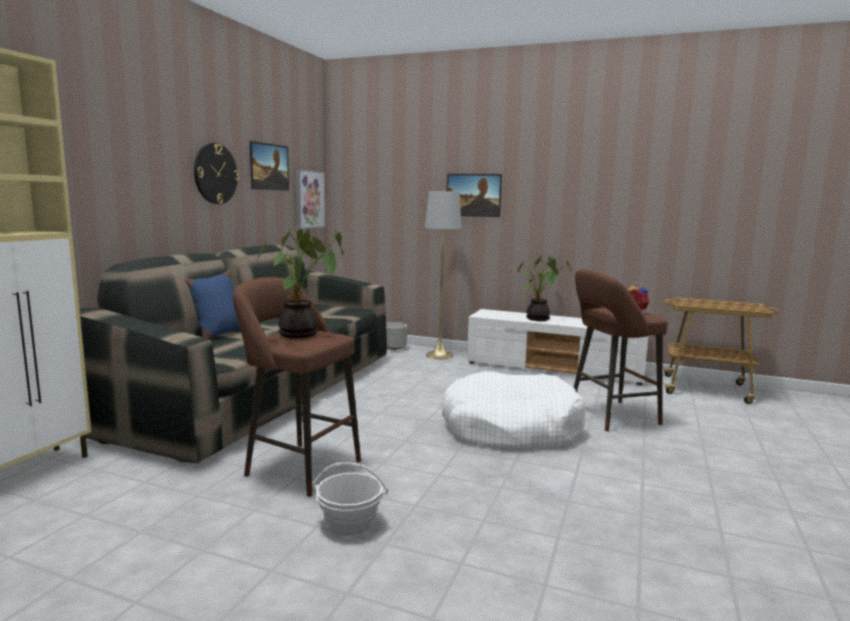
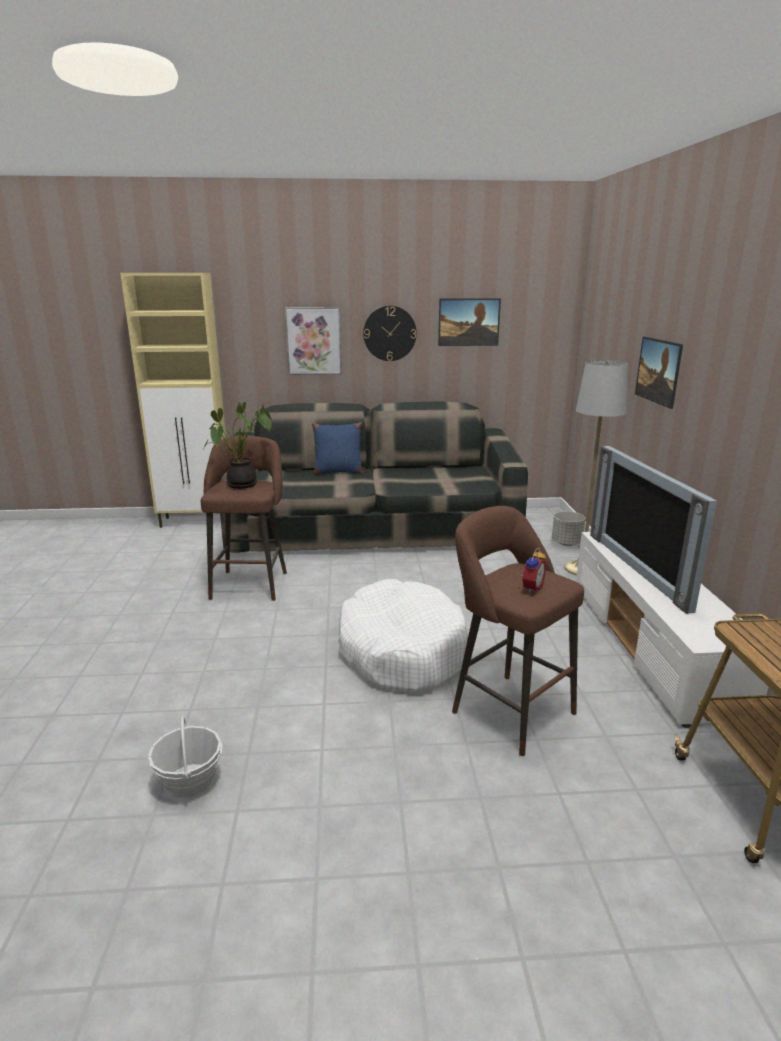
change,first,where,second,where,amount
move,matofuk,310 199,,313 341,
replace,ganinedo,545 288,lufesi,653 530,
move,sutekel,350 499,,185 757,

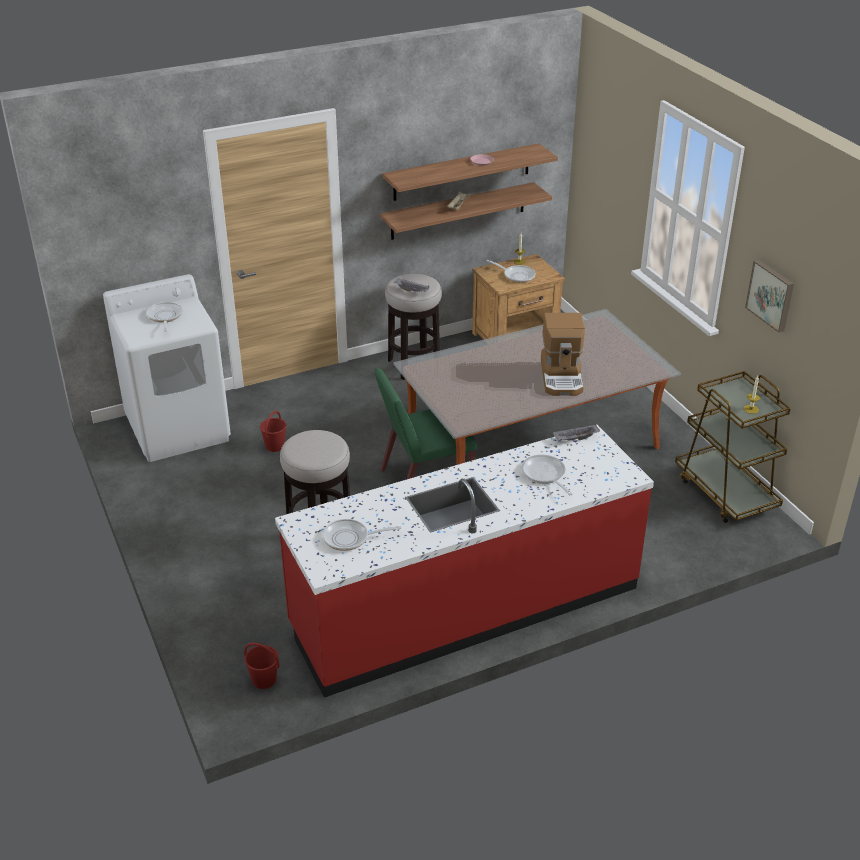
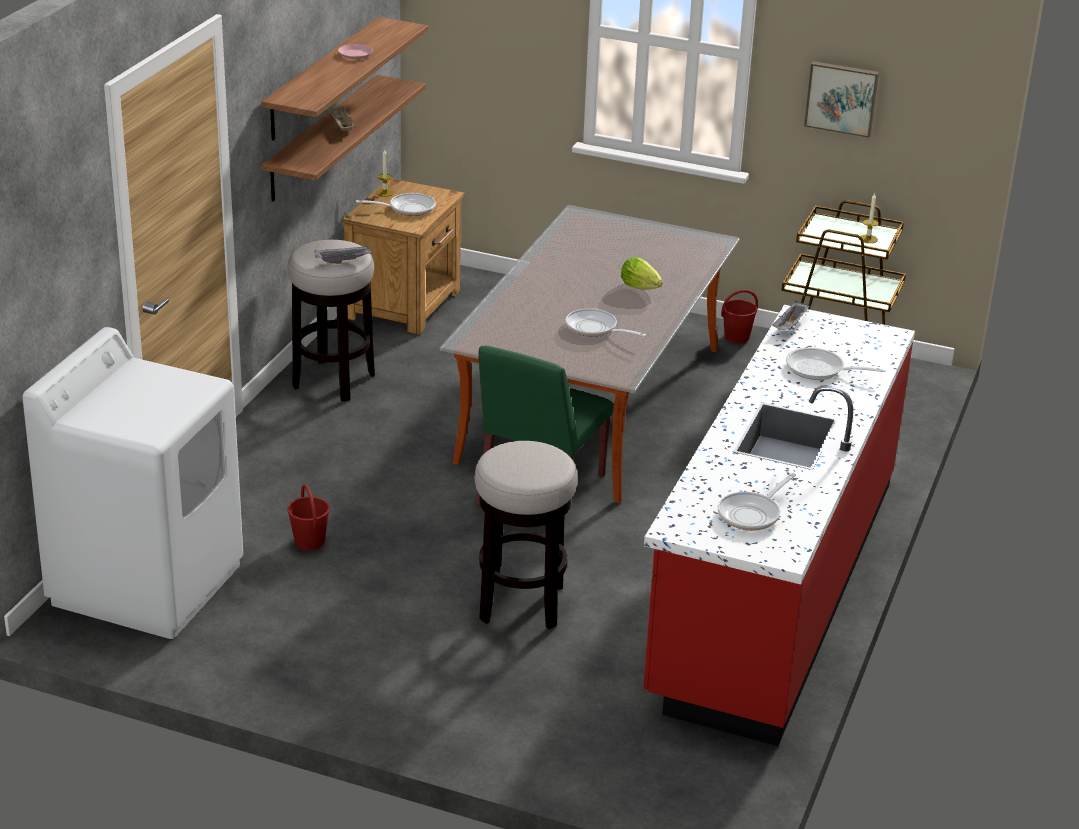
change,first,where,second,where,amount
move,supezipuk,164 317,,606 322,
replace,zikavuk,563 354,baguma,642 273,
move,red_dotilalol,262 666,,739 316,

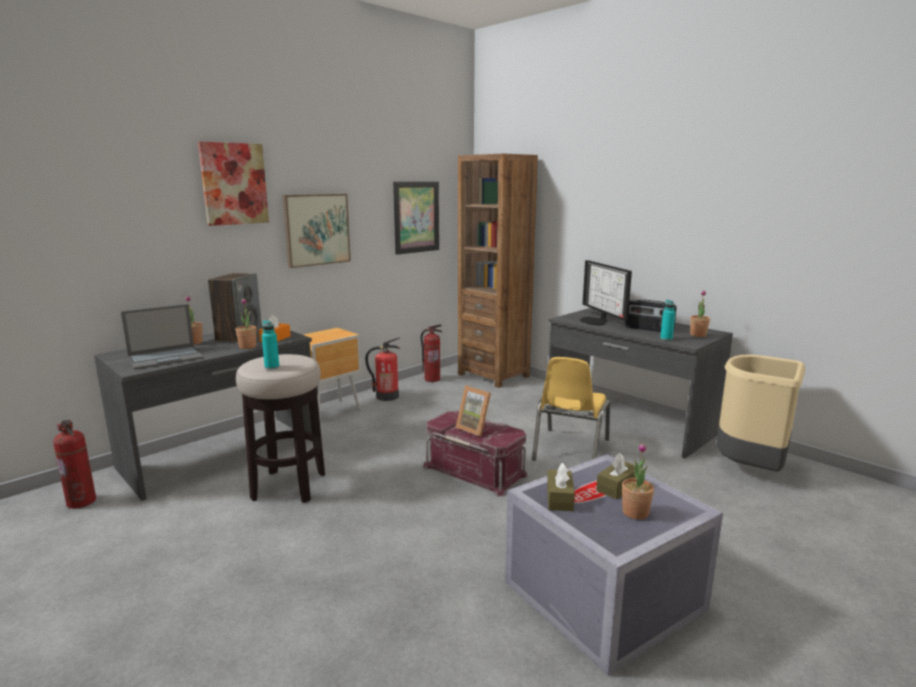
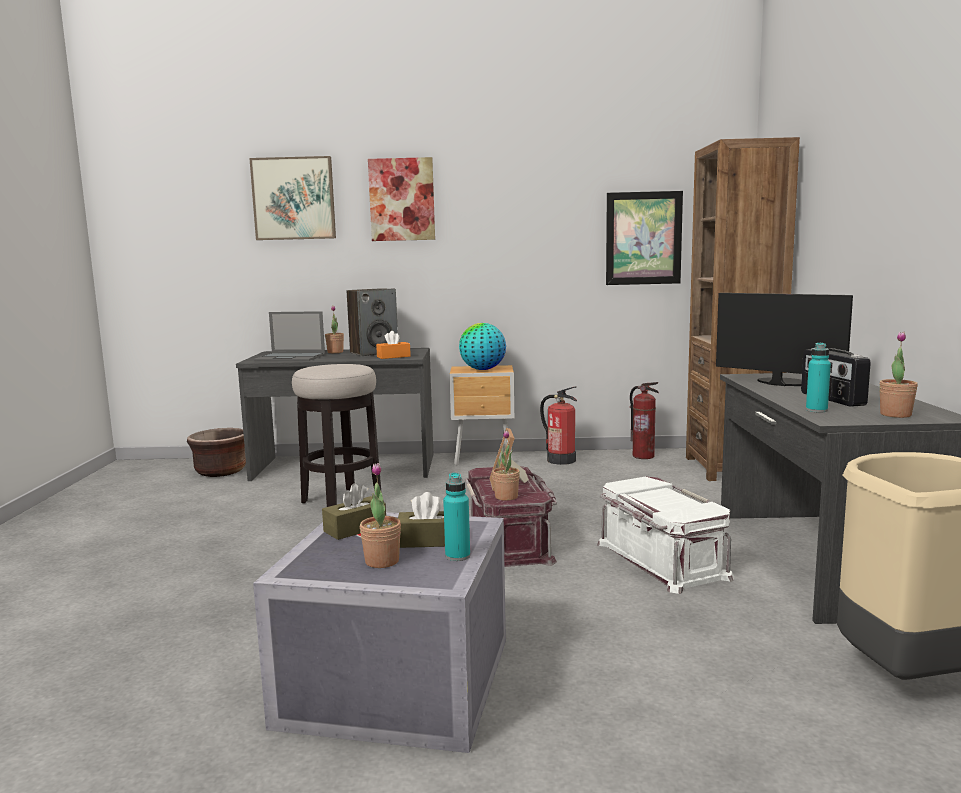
change,first,where,second,where,amount
move,matofuk,316 231,,292 198,
rotate,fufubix,606 292,,784 339,105 degrees clockwise
move,ganinedo,246 323,,506 465,
move,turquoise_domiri,270 345,,456 516,
replace,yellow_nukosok,571 409,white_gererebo,665 535,
replace,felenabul,74 464,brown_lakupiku,216 452,
insert,,,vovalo,482 346,

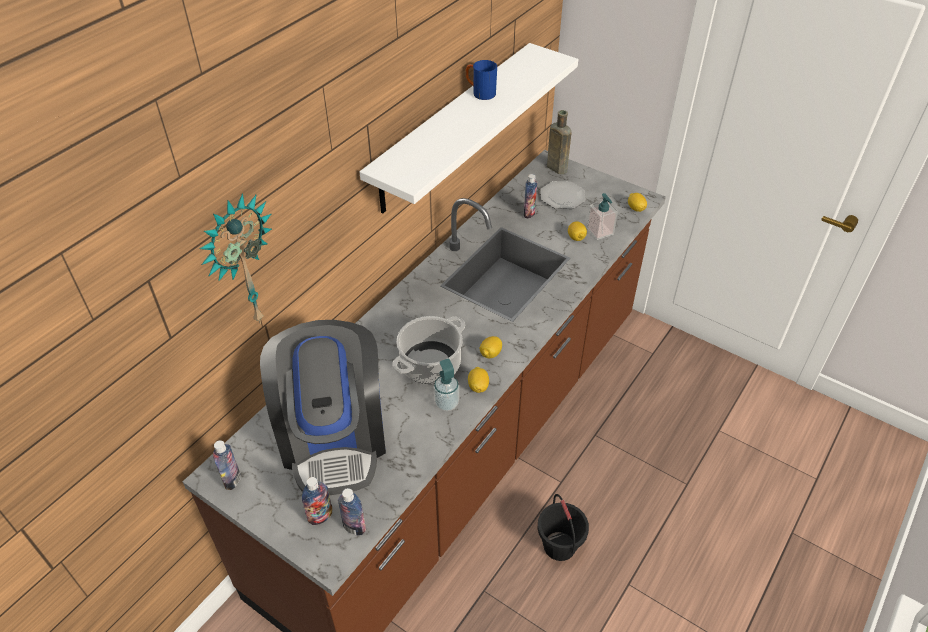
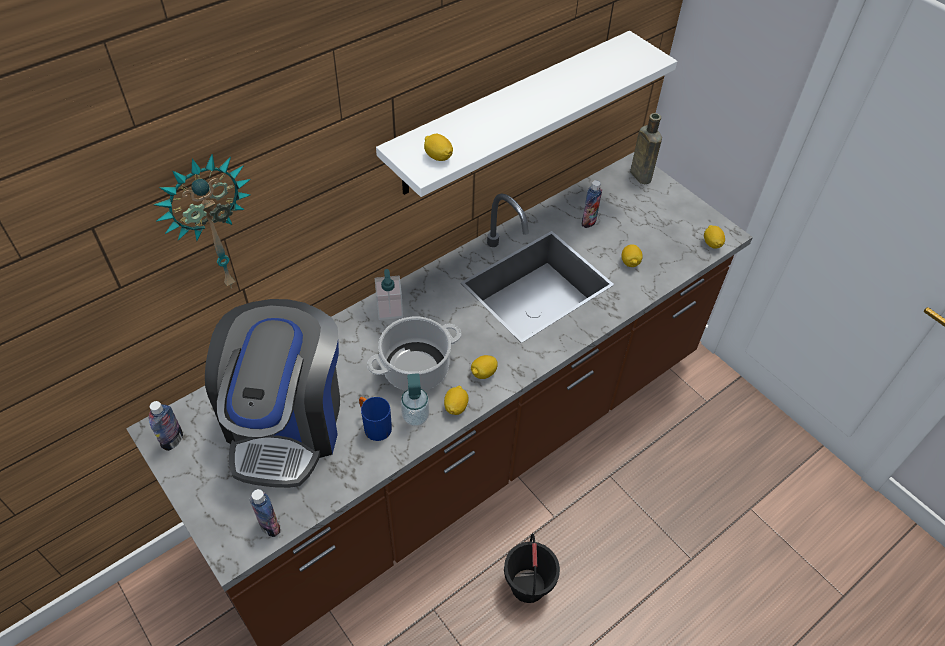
change,first,where,second,where,amount
move,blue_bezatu,481 80,,375 419,
delete,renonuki,563 195,,,
move,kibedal,602 216,,389 294,
delete,domiri,317 501,,,
insert,,,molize,438 147,

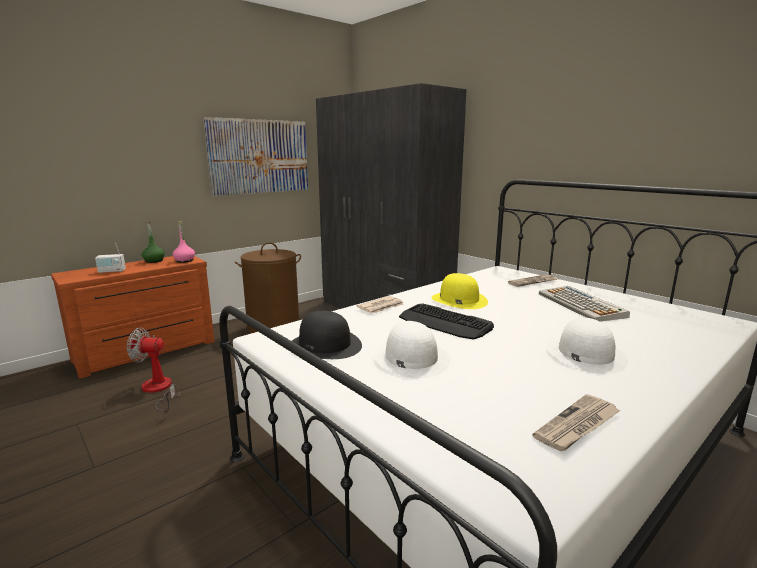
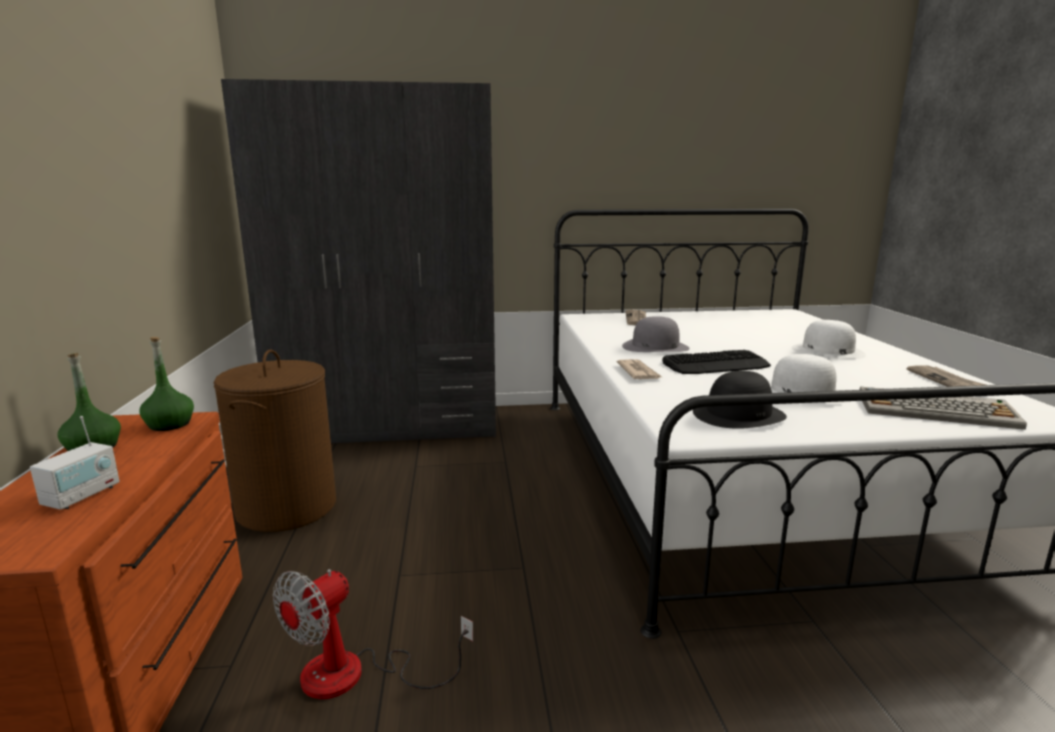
change,first,where,second,where,amount
delete,matofuk,256 156,,,
recolor,pink_domiri,184 242,green_domiri,167 384,
recolor,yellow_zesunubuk,459 291,grey_zesunubuk,655 334,
move,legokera,584 303,,943 408,

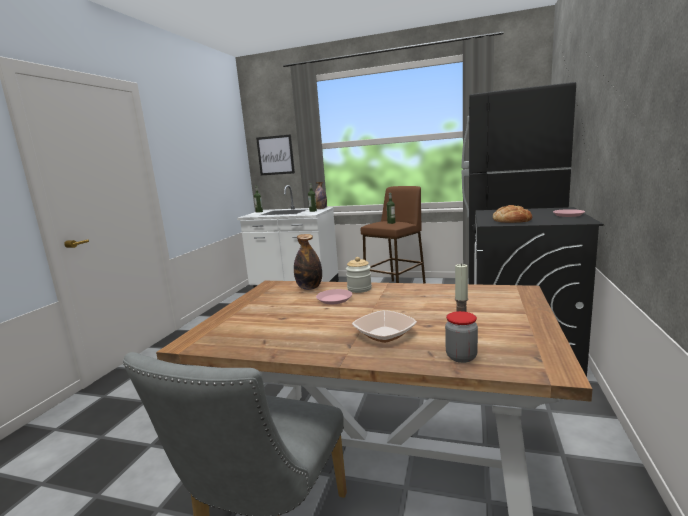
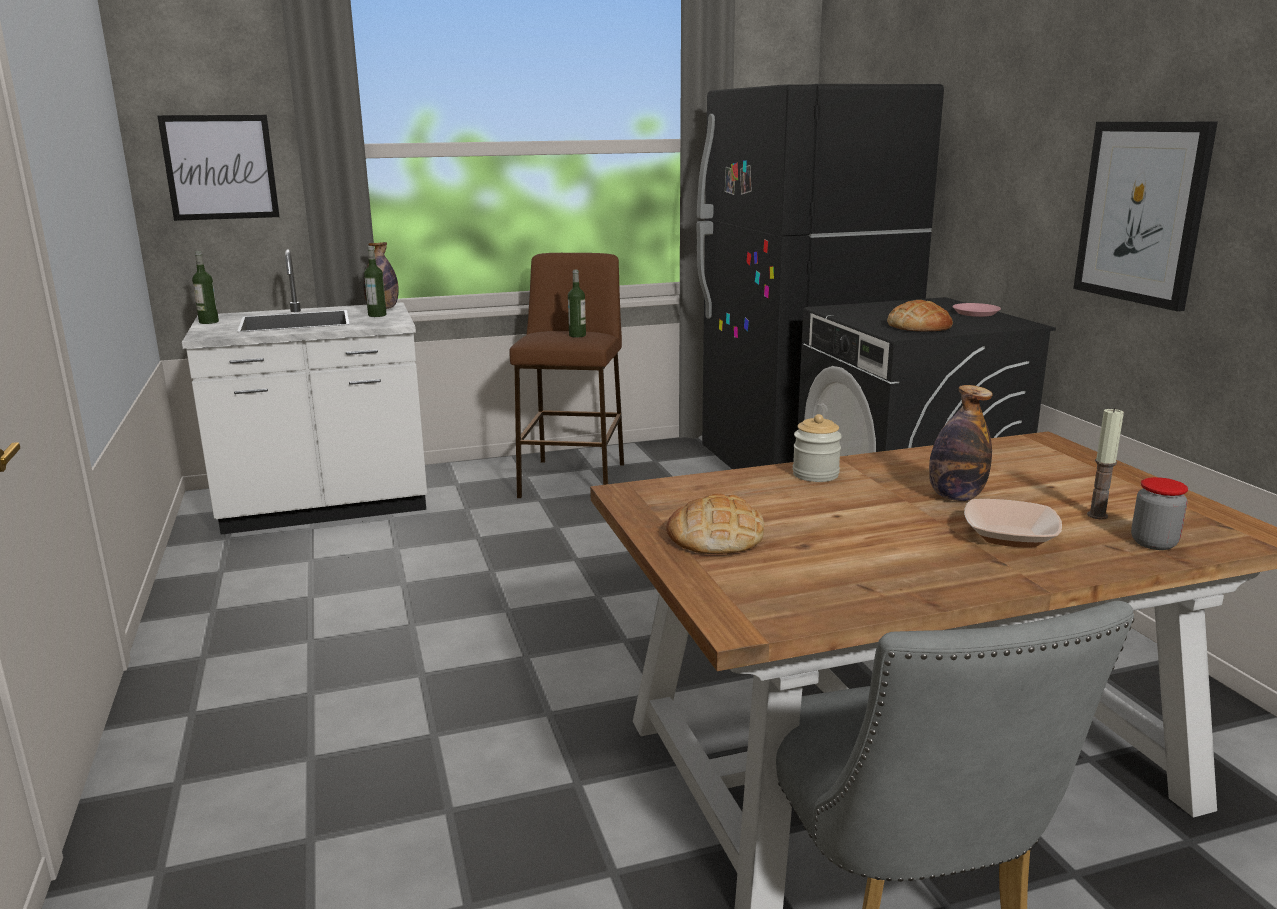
change,first,where,second,where,amount
move,domiri,308 262,,961 443,
delete,pink_renonuki,334 296,,,
insert,,,matofuk,1145 216,
insert,,,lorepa,715 524,

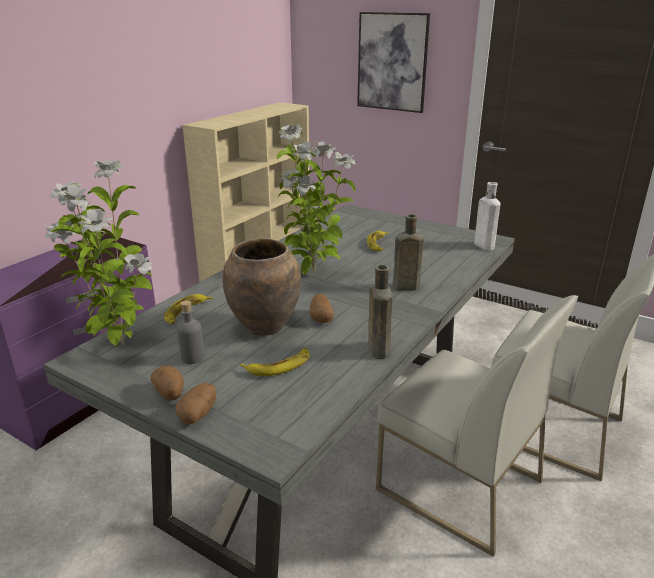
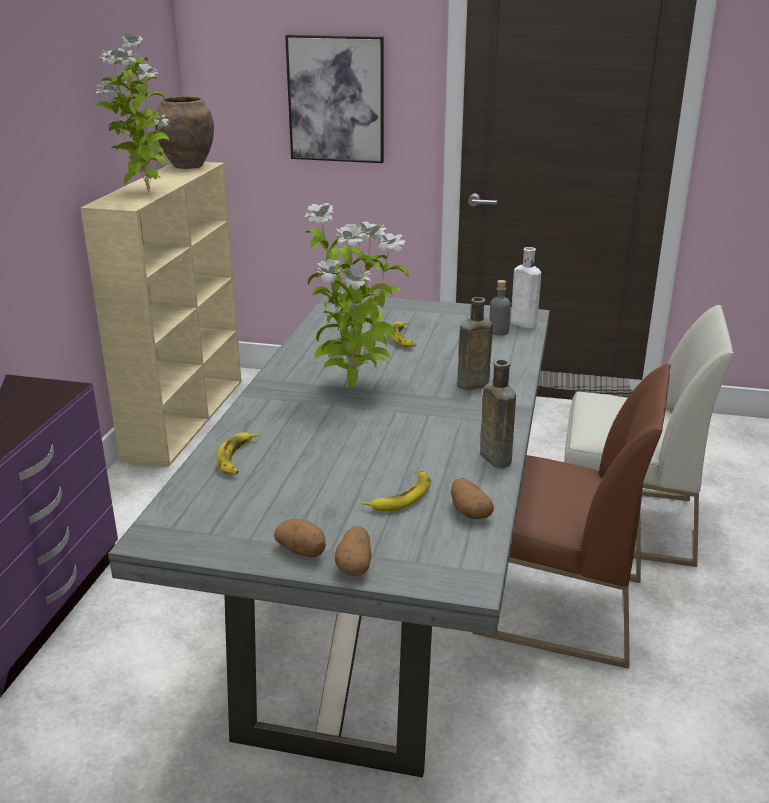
change,first,where,second,where,amount
move,ganinedo,99 253,,133 113,
move,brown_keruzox,261 287,,184 132,
move,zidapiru,322 308,,472 498,
recolor,white_nukosok,477 426,brown_nukosok,572 516,
move,grey_domiri,191 332,,500 308,

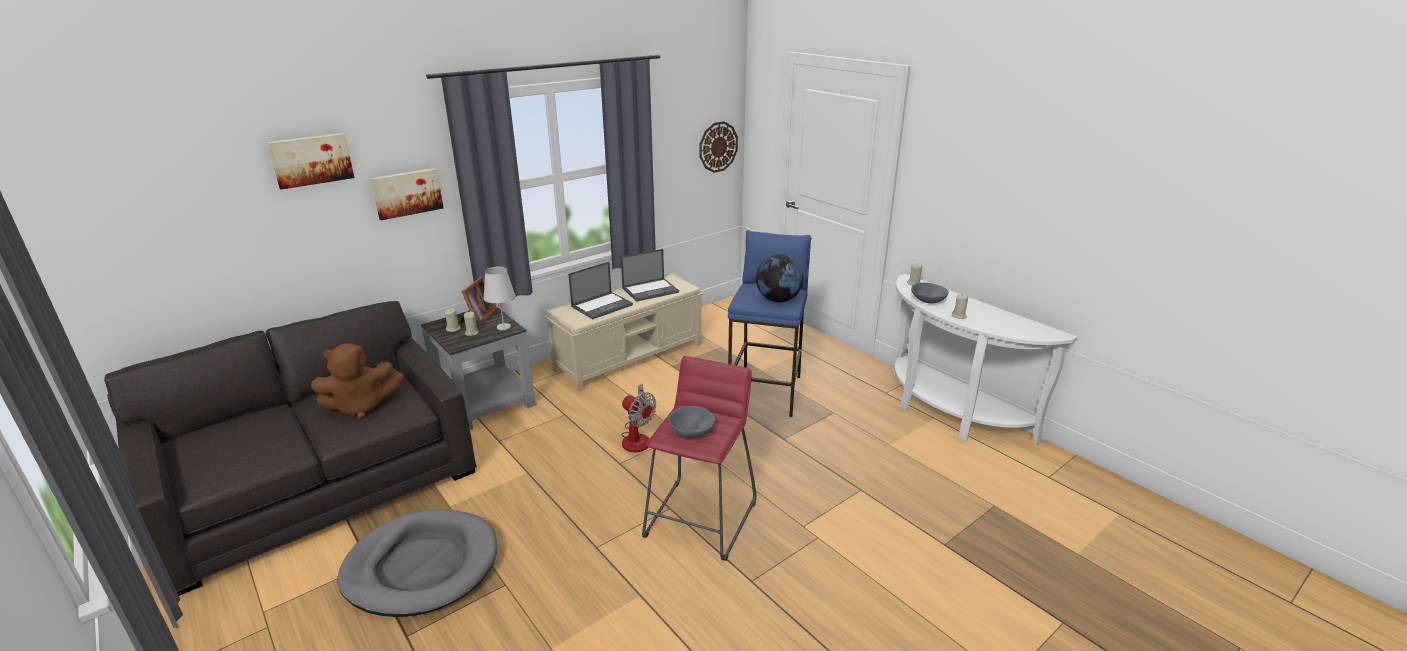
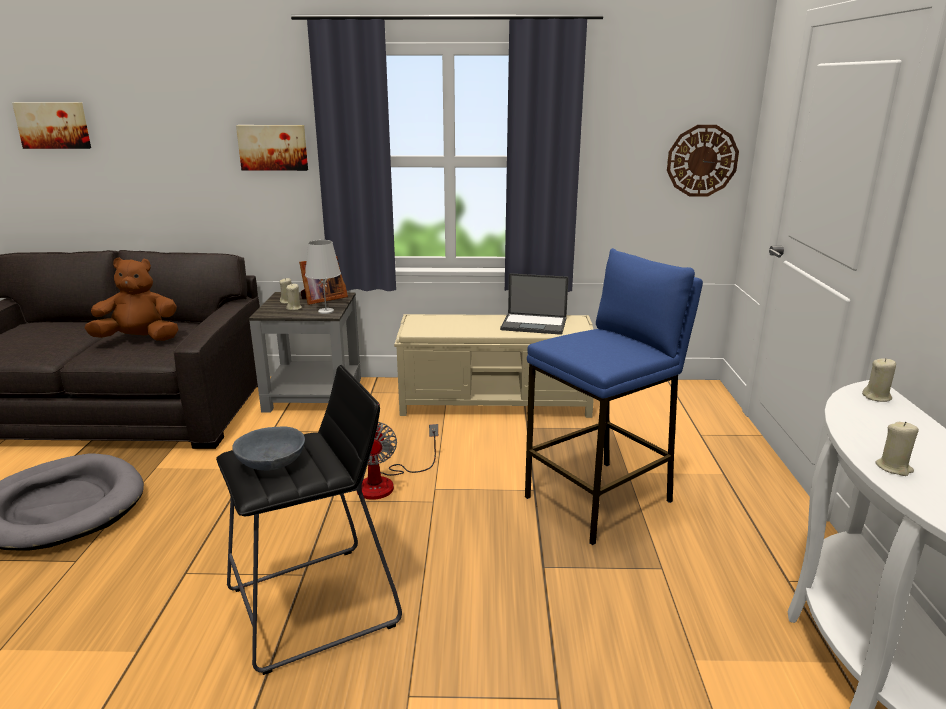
change,first,where,second,where,amount
move,matofuk,310 161,,51 126,
delete,vovalo,780 278,,,
delete,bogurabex,600 290,,,
delete,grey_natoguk,930 293,,,
rotate,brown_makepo,357 381,,132 299,150 degrees clockwise
recolor,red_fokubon,699 458,black_fokubon,309 520,

